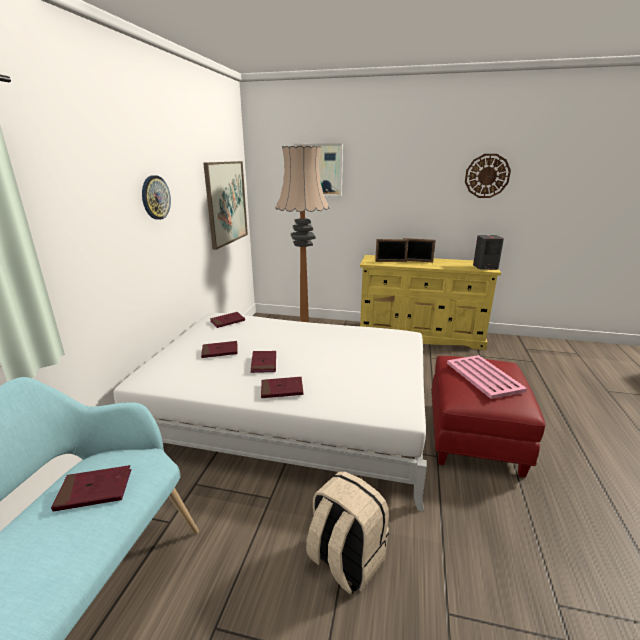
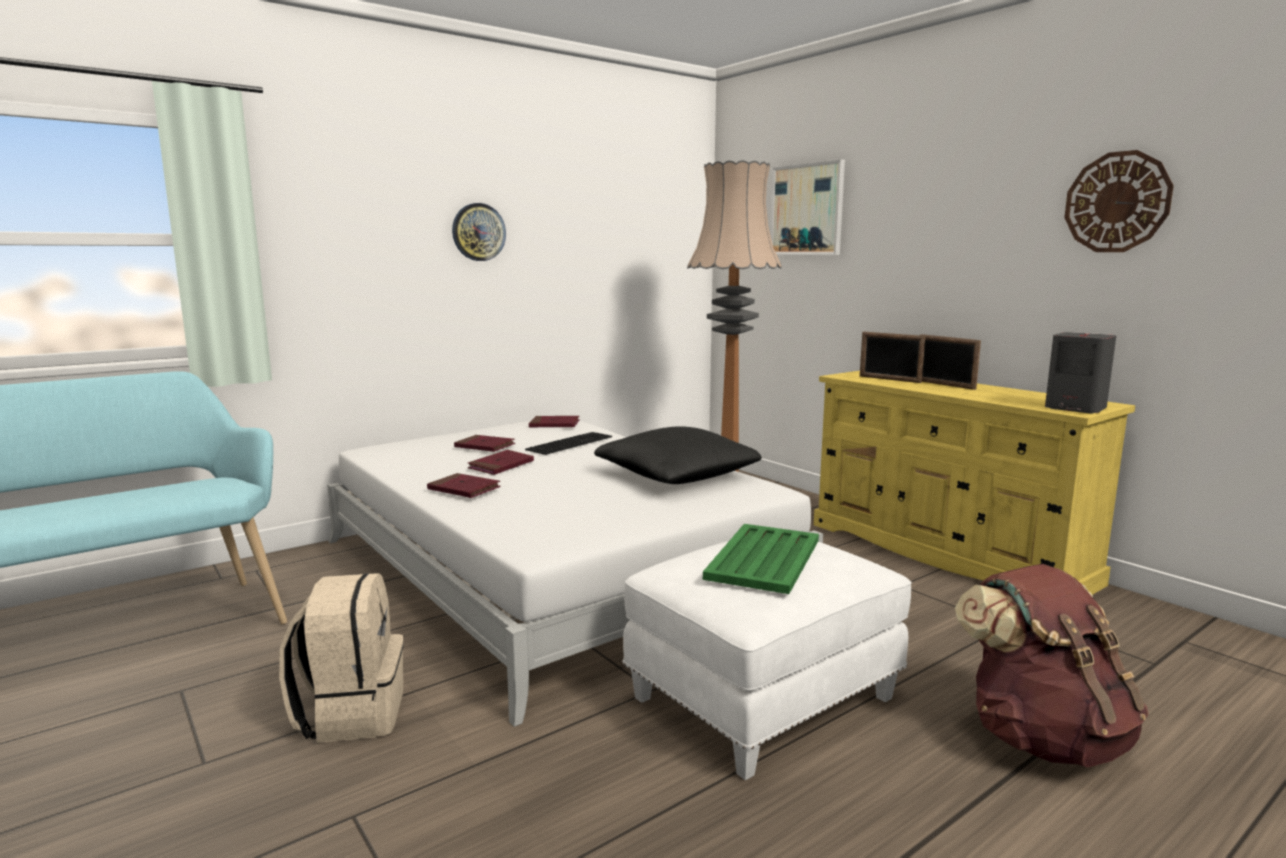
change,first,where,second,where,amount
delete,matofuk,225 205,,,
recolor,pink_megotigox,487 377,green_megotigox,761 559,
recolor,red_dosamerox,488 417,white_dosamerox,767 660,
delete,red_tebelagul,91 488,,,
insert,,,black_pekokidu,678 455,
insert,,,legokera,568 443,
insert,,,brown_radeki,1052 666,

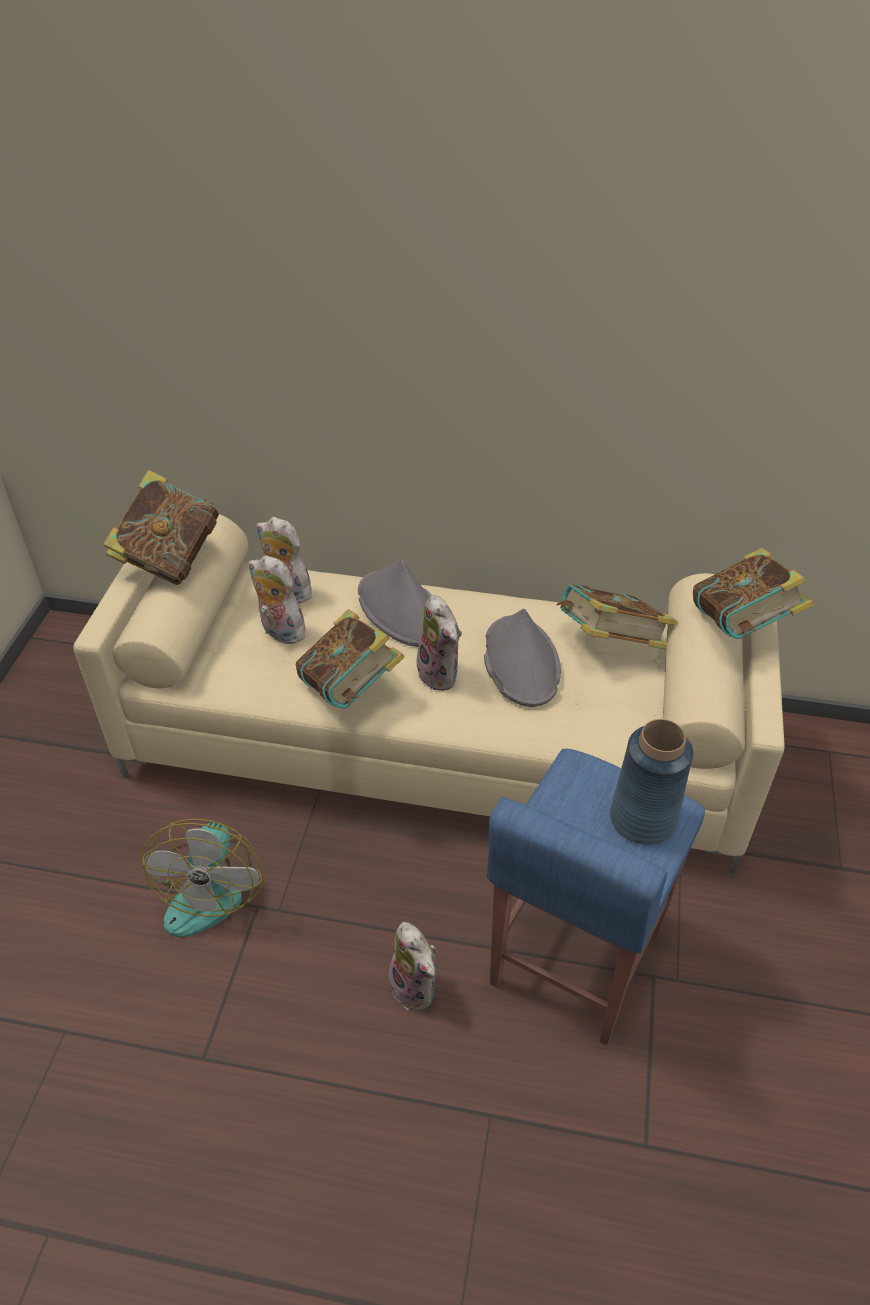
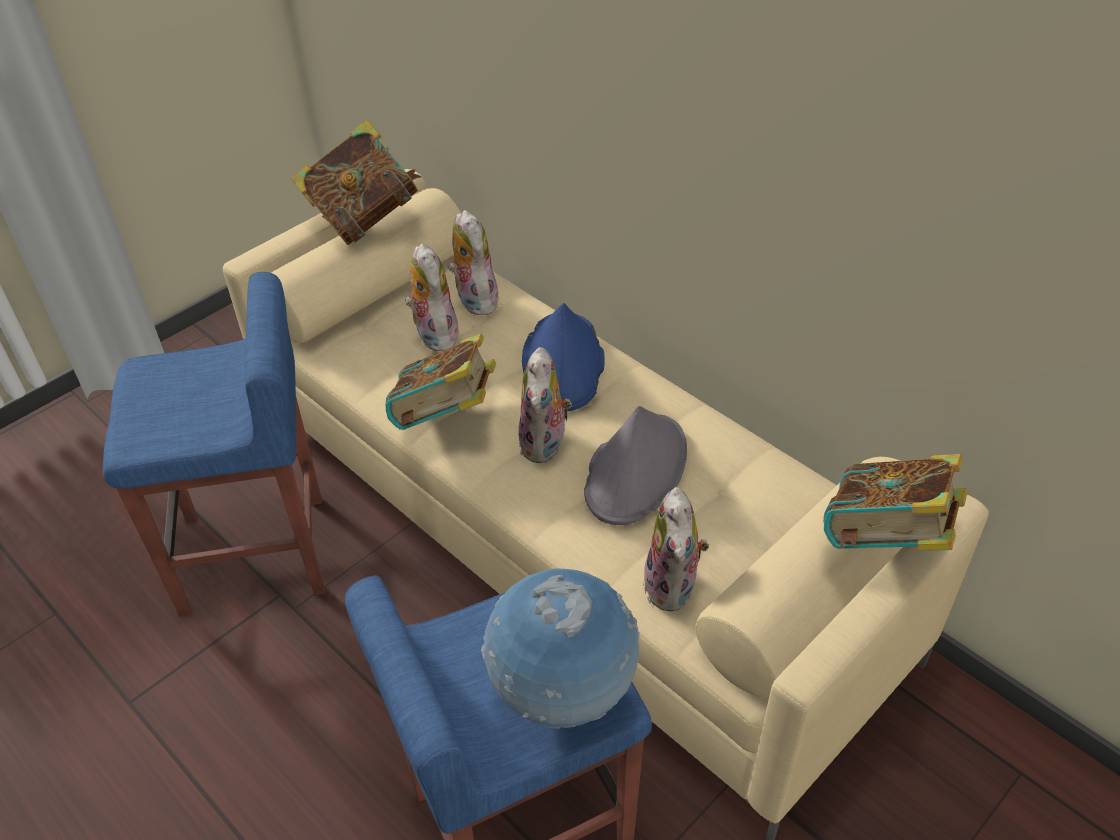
change,first,where,second,where,amount
recolor,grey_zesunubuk,394 603,blue_zesunubuk,563 357,
delete,tebelagul,616 617,,,
replace,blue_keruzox,651 782,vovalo,560 648,
replace,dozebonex,202 878,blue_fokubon,214 444,
move,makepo,413 966,,676 549,

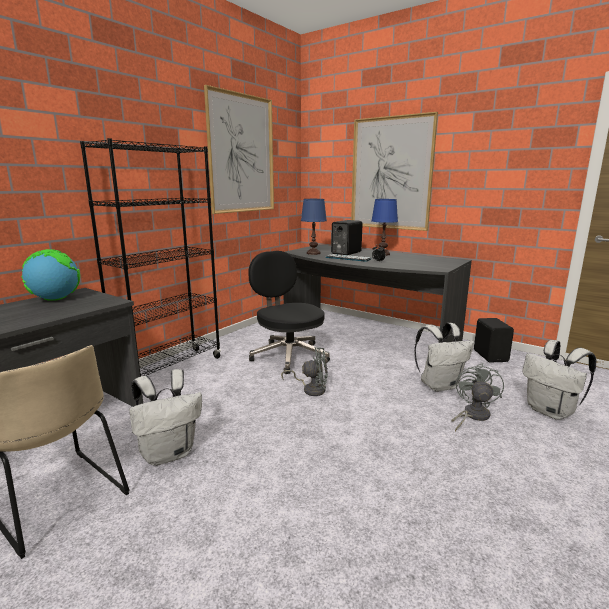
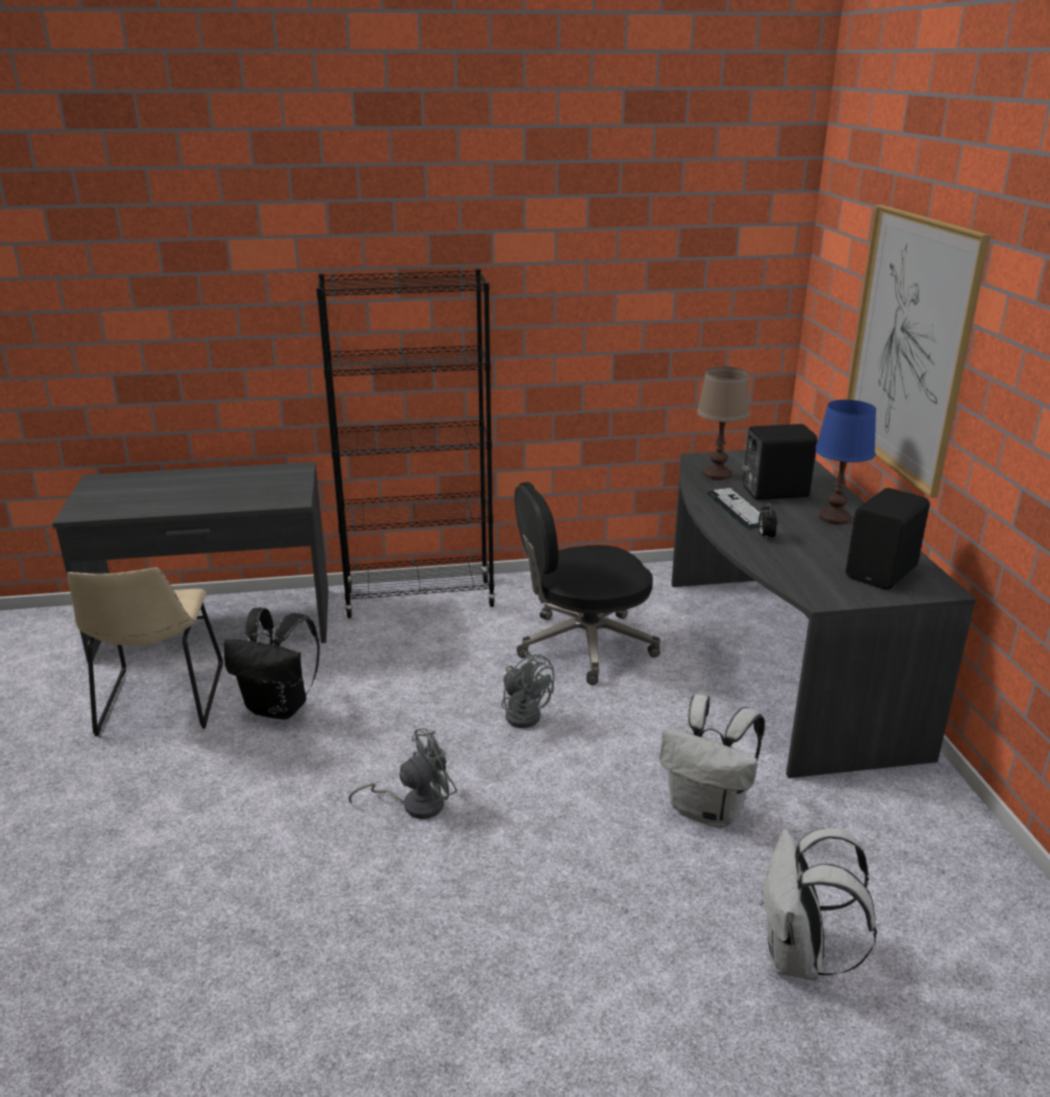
change,first,where,second,where,amount
delete,matofuk,239 149,,,
recolor,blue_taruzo,314 227,brown_taruzo,723 423,
delete,vovalo,50 275,,,
rotate,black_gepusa,289 312,,587 583,120 degrees counterclockwise
move,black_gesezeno,494 340,,888 539,
move,grey_dozebonex,477 397,,402 773,
recolor,white_radeki,165 417,black_radeki,271 663,

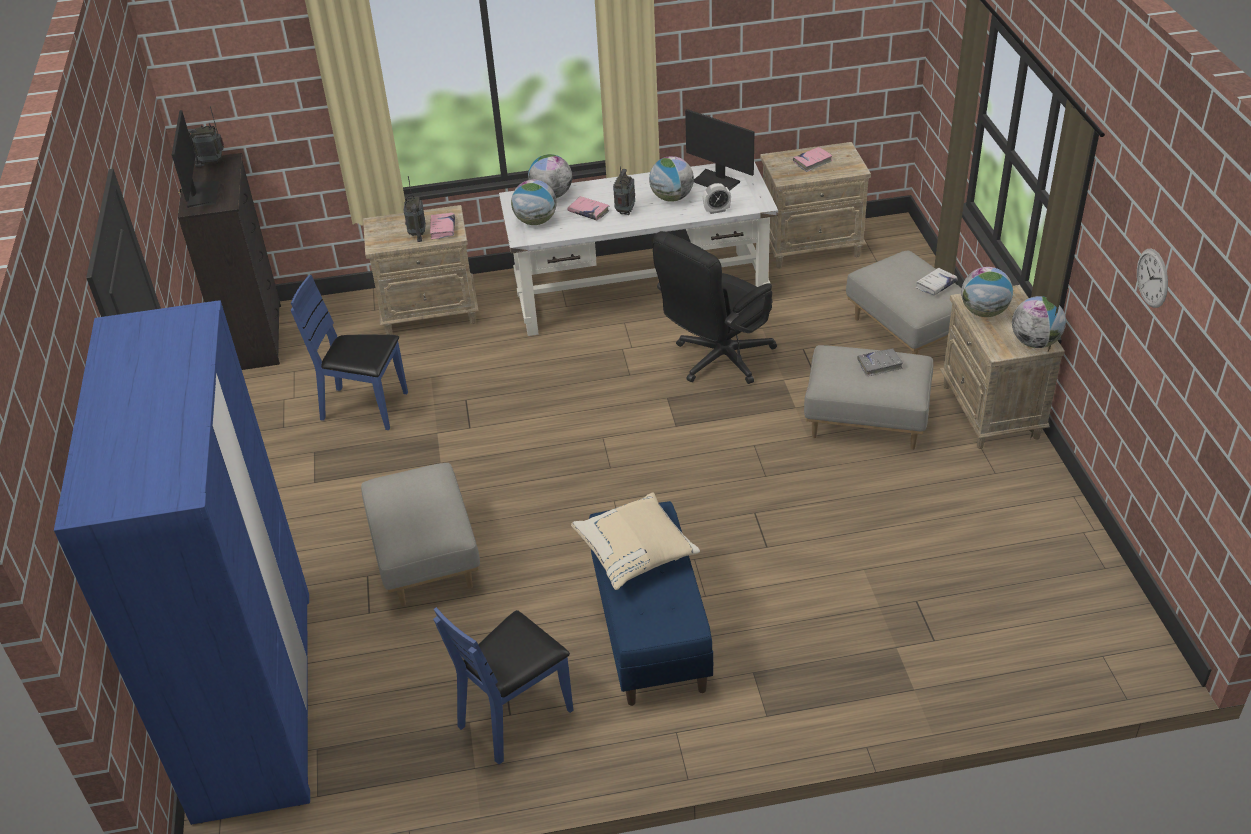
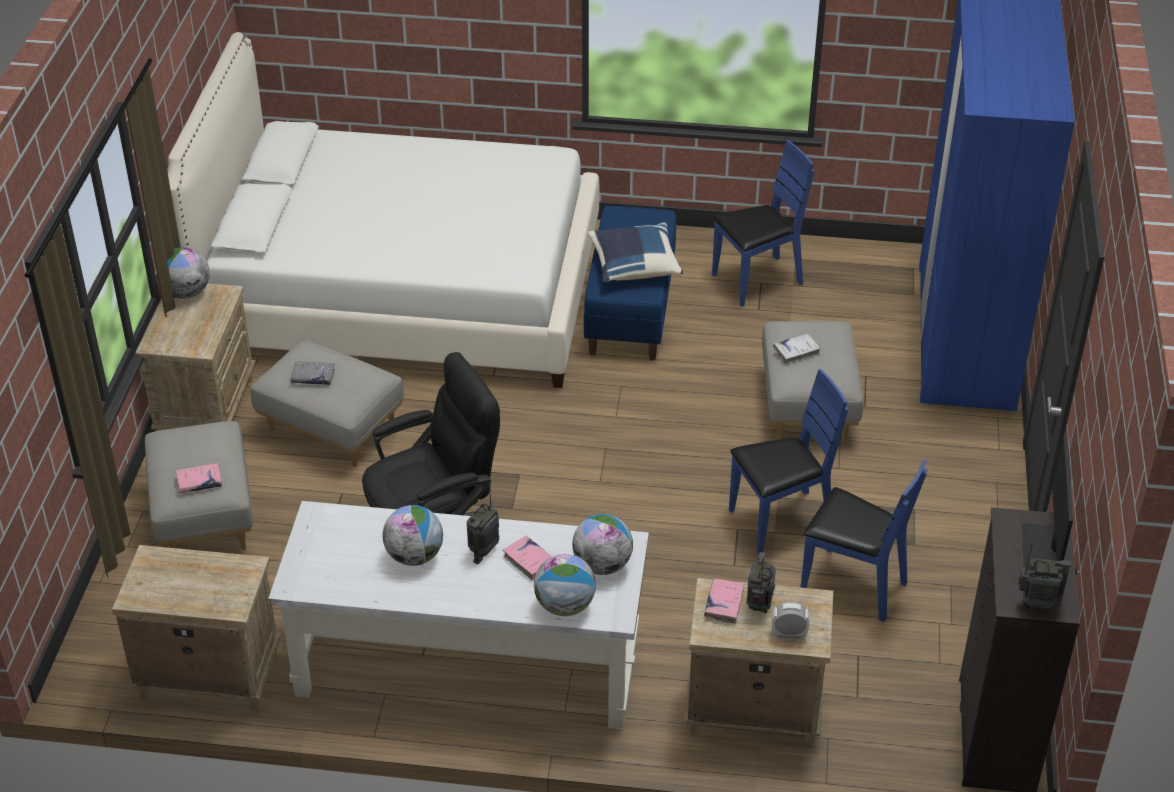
change,first,where,second,where,amount
delete,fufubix,719 150,,,
move,pink_tebelagul,813 159,,199 478,
move,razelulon,717 198,,791 620,
delete,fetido,1152 278,,,
delete,vovalo,987 292,,,
move,white_tebelagul,936 282,,797 349,
recolor,beige_pekokidu,635 541,blue_pekokidu,635 252,
insert,,,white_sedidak,383 210,
insert,,,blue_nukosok,788 462,

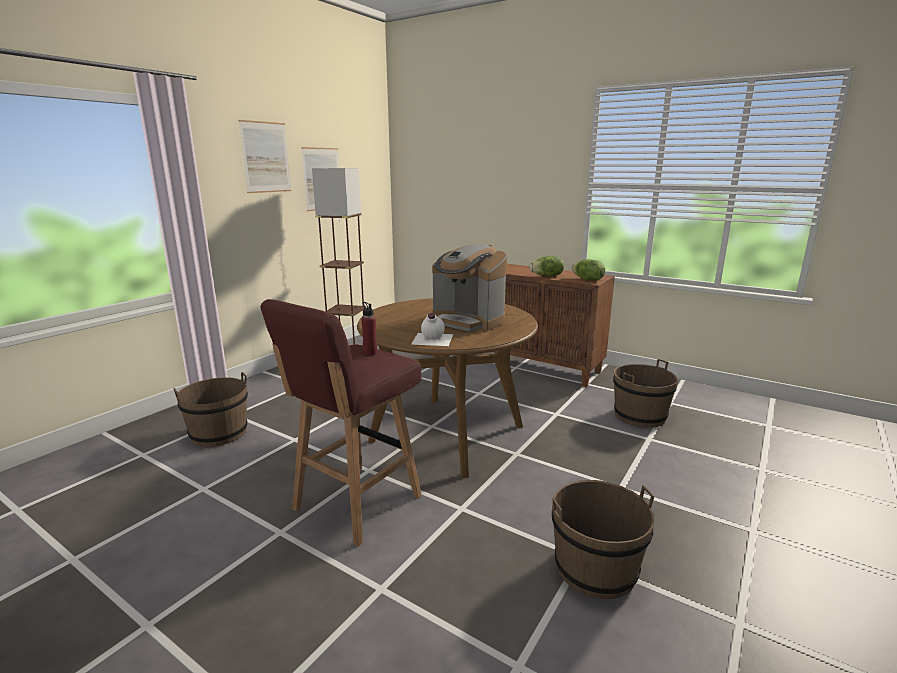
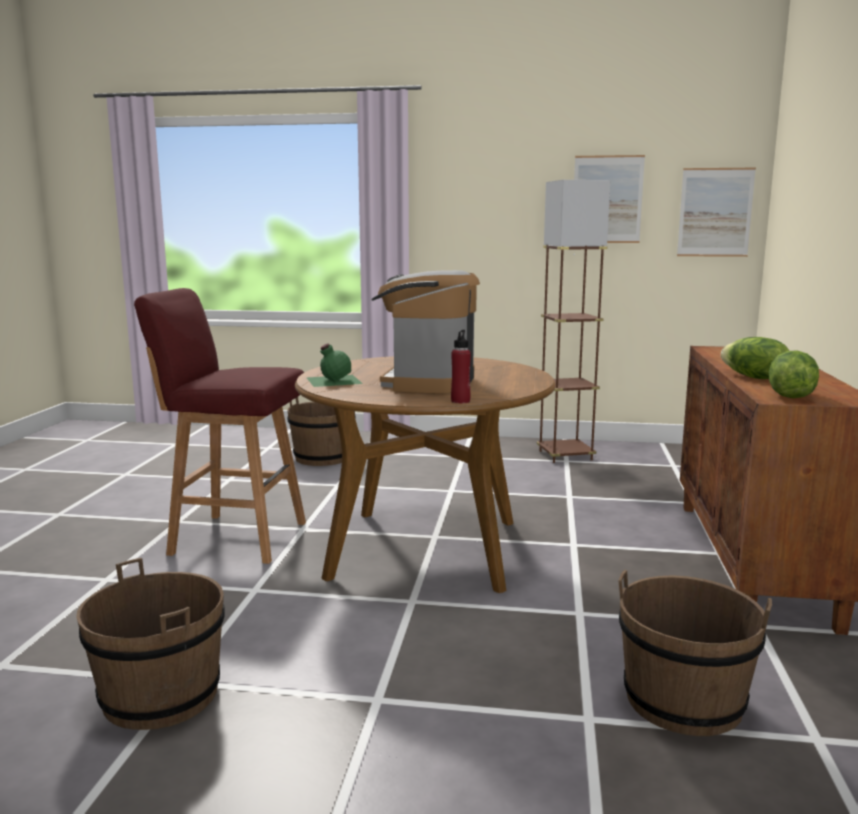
change,first,where,second,where,amount
move,matofuk,265 156,,716 212,
move,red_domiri,369 329,,461 366,
recolor,white_domiri,432 329,green_domiri,335 365,

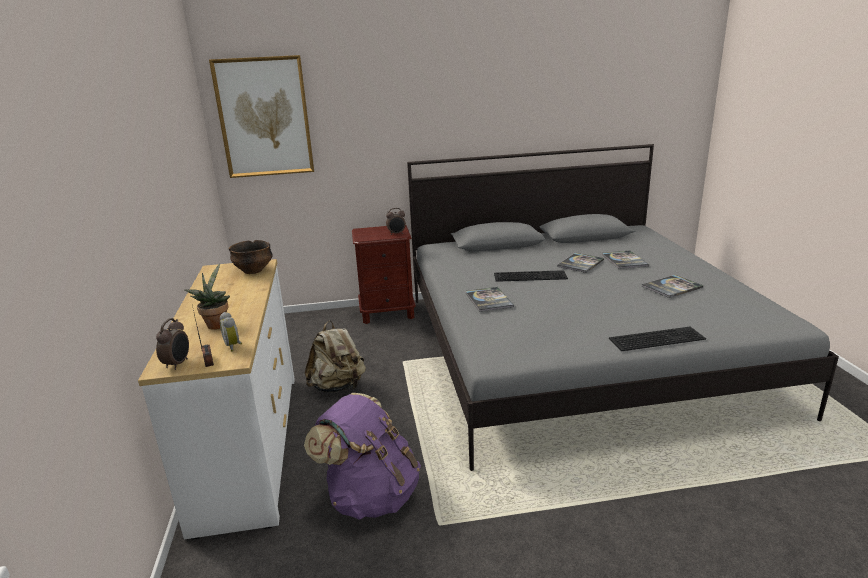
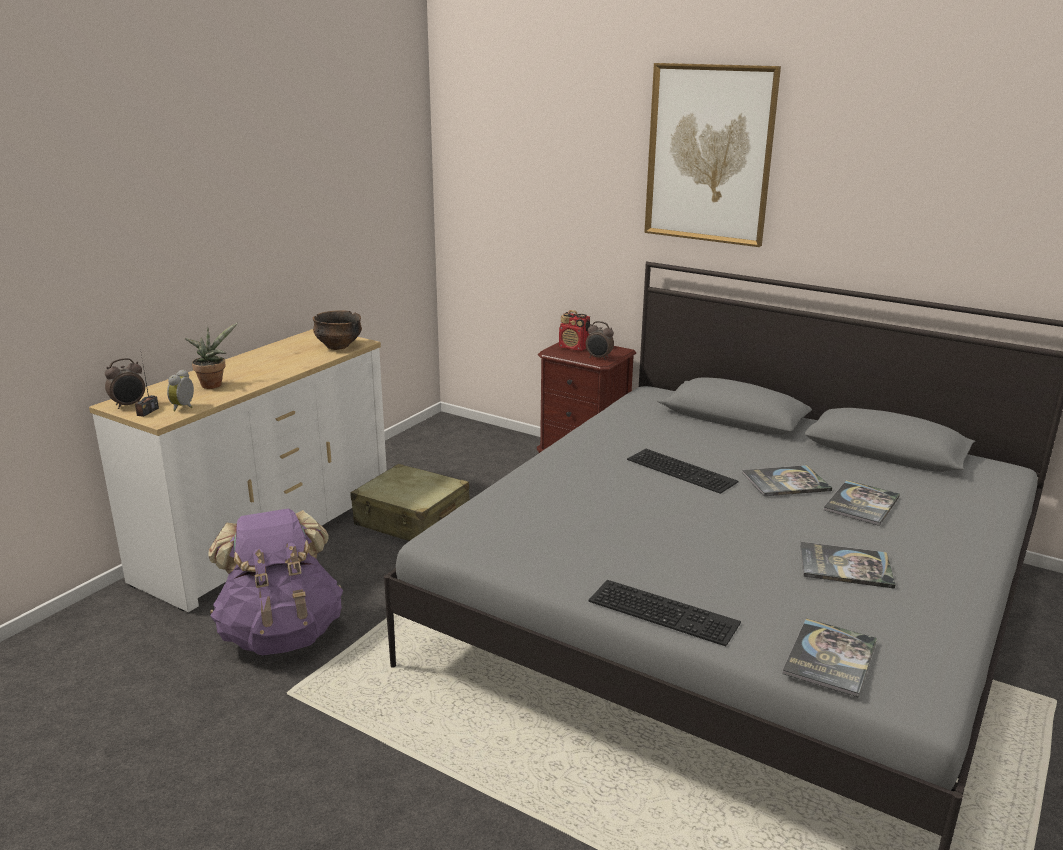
change,first,where,second,where,amount
move,matofuk,261 116,,712 155,
move,tebelagul,490 299,,829 658,
replace,beige_radeki,335 356,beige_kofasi,410 502,
insert,,,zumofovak,574 330,

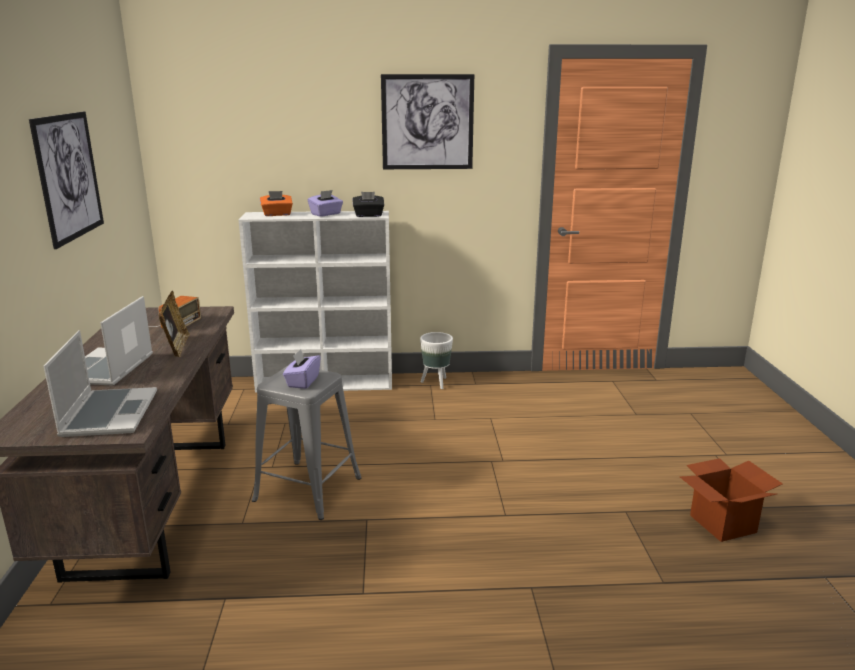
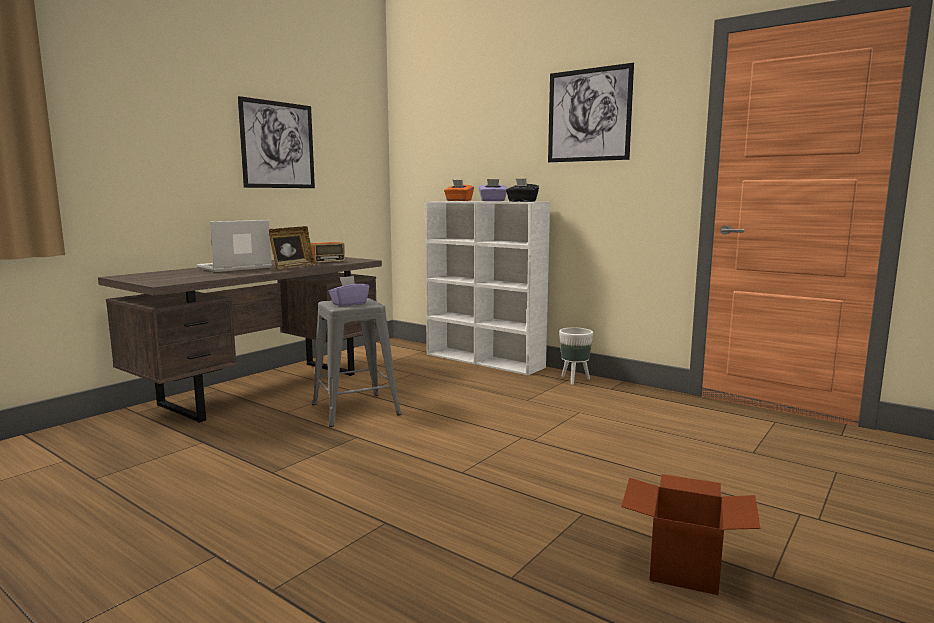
change,first,where,second,where,amount
delete,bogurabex,100 383,,,

